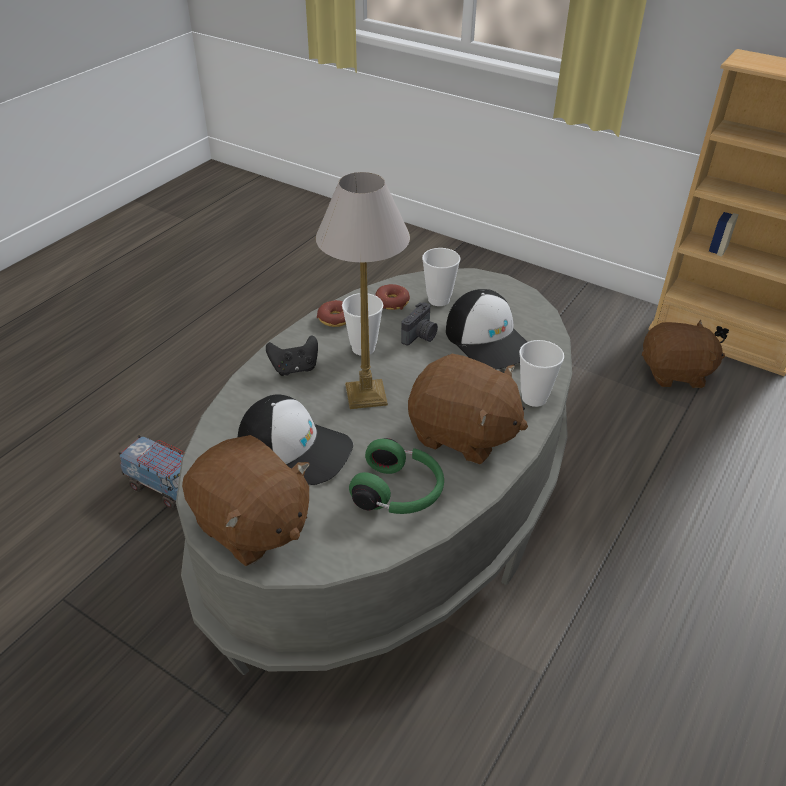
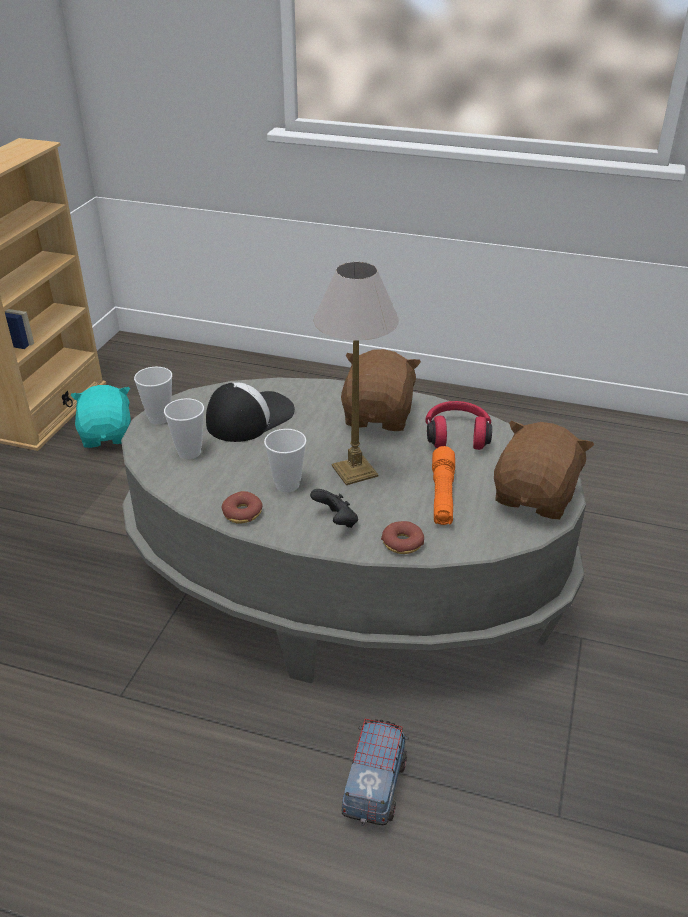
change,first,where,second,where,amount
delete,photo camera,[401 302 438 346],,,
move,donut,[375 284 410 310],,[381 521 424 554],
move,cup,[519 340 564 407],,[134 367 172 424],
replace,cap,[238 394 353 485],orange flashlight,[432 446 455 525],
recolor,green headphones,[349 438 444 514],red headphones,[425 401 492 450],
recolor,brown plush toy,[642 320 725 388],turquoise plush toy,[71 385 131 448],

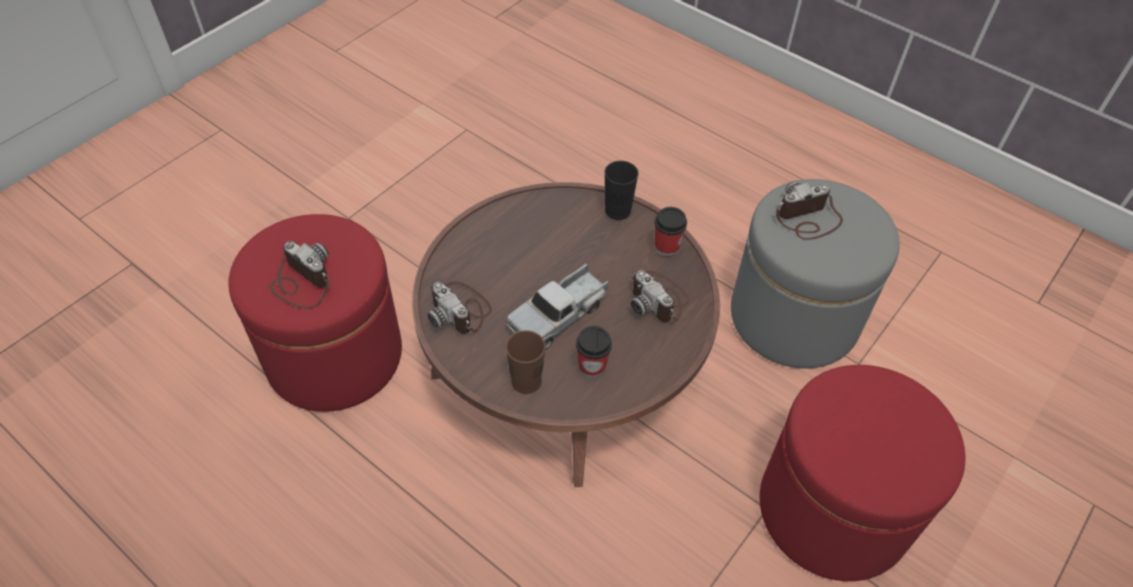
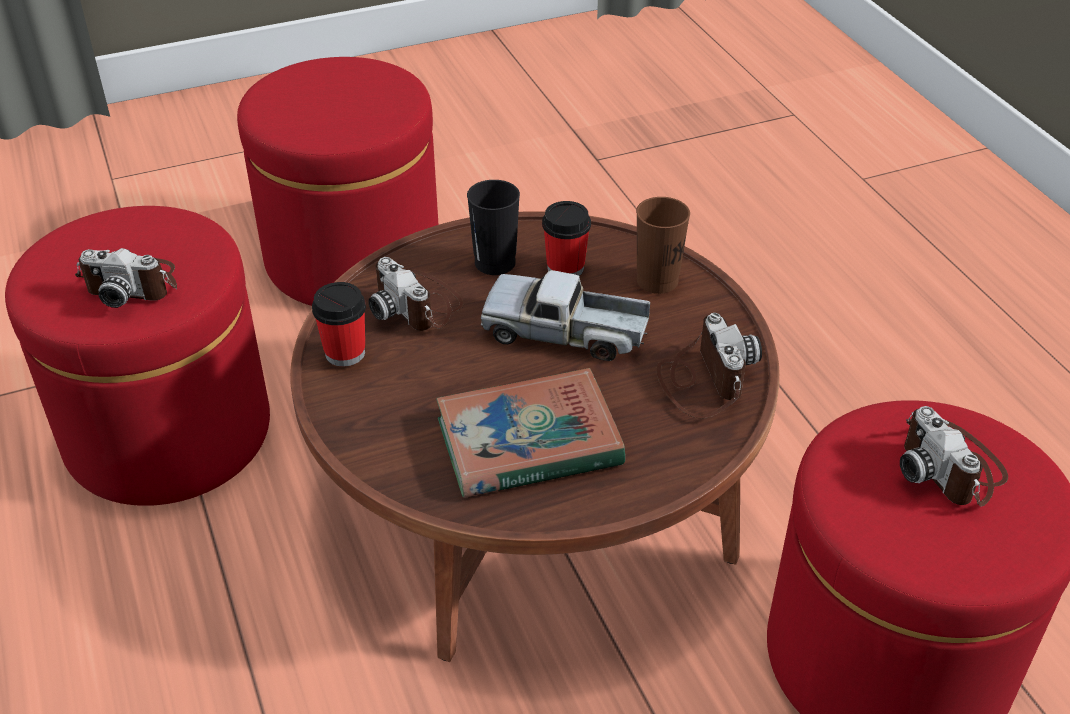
change,first,where,second,where,amount
insert,,,book,[437 368 625 498],
move,black cup,[605 161 639 220],,[467 180 520 275],
recolor,grey ottoman,[731 179 900 368],red ottoman,[5 206 270 506],
rotate,toy truck,[506 263 608 350],,[481 270 650 361],150 degrees counterclockwise
rotate,photo camera,[631 270 689 322],,[368 257 464 331],150 degrees clockwise

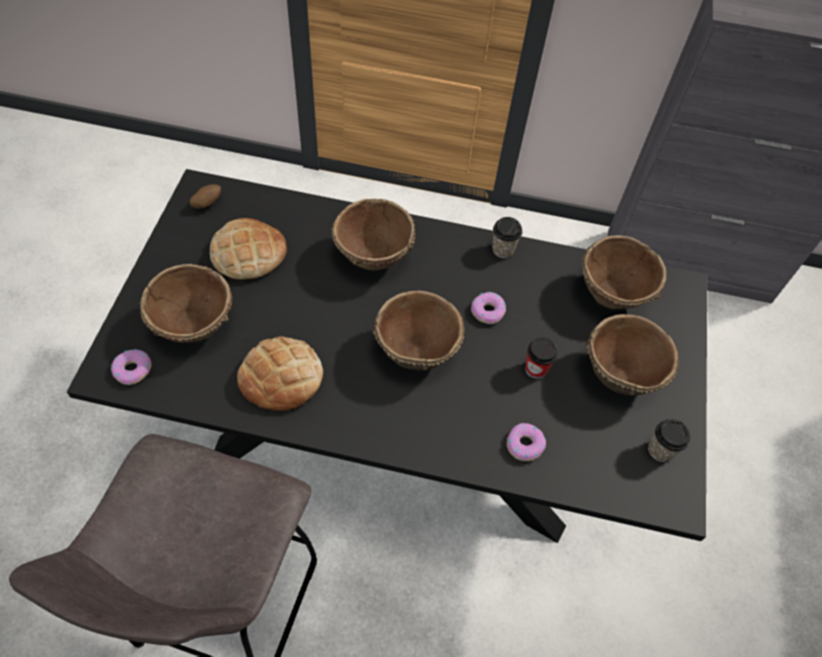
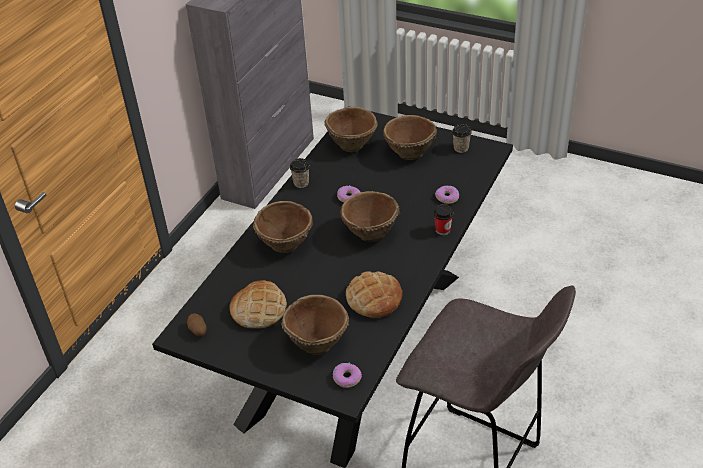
change,first,where,second,where,amount
move,cup,[525 337 558 379],,[434 204 453 235],

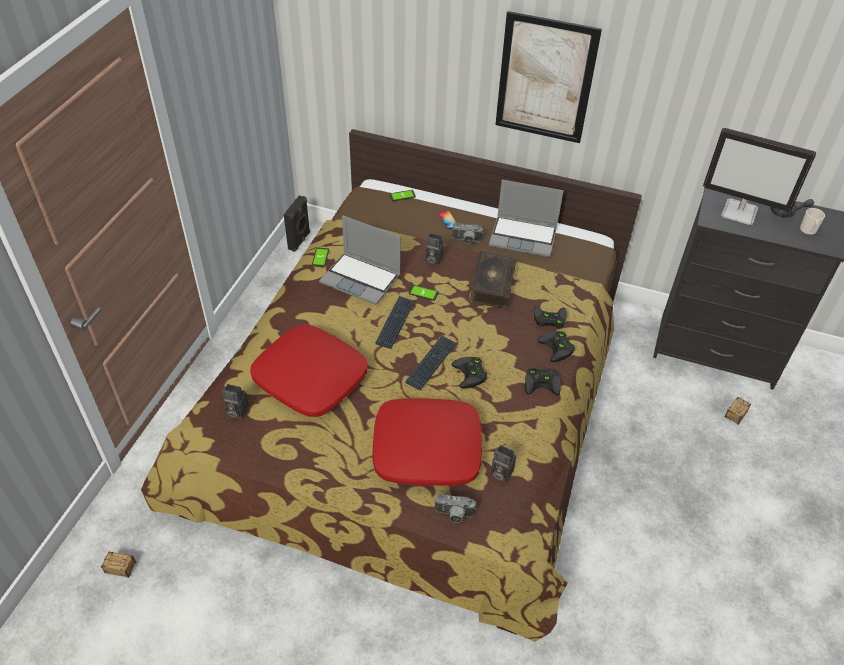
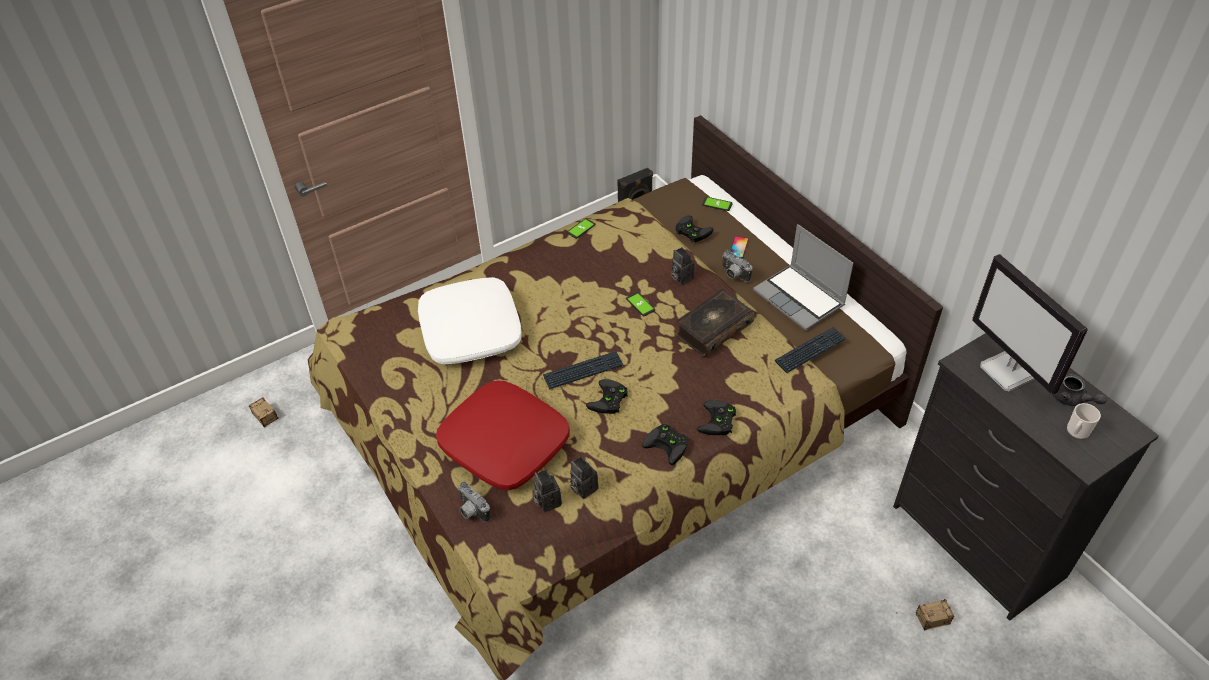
change,first,where,second,where,amount
delete,laptop,[319 215 401 305],,,
delete,picture,[496 11 602 143],,,
move,photo camera,[222 384 249 419],,[570 457 598 499],
move,keyboard,[375 296 415 349],,[775 327 846 373],
move,black game controller,[534 305 567 329],,[676 215 714 243],
recolor,red pillow,[250 325 368 417],white pillow,[418 277 521 364],

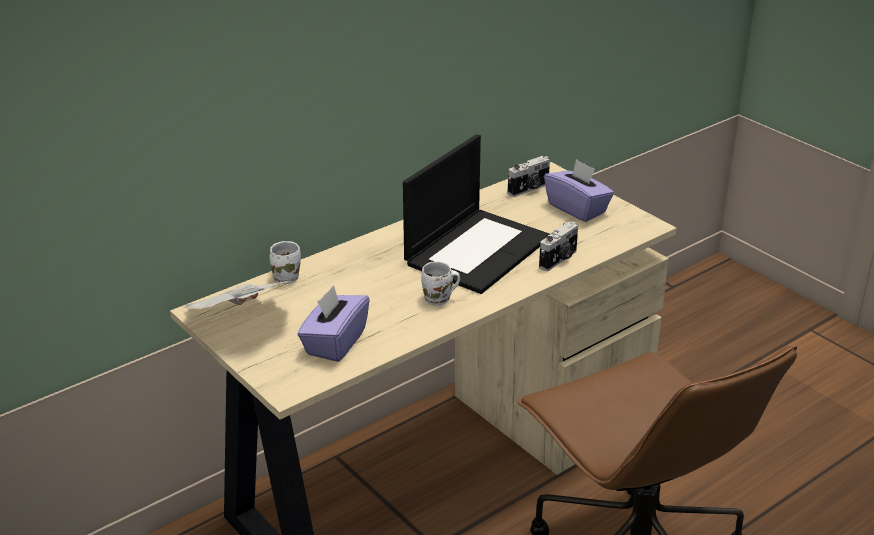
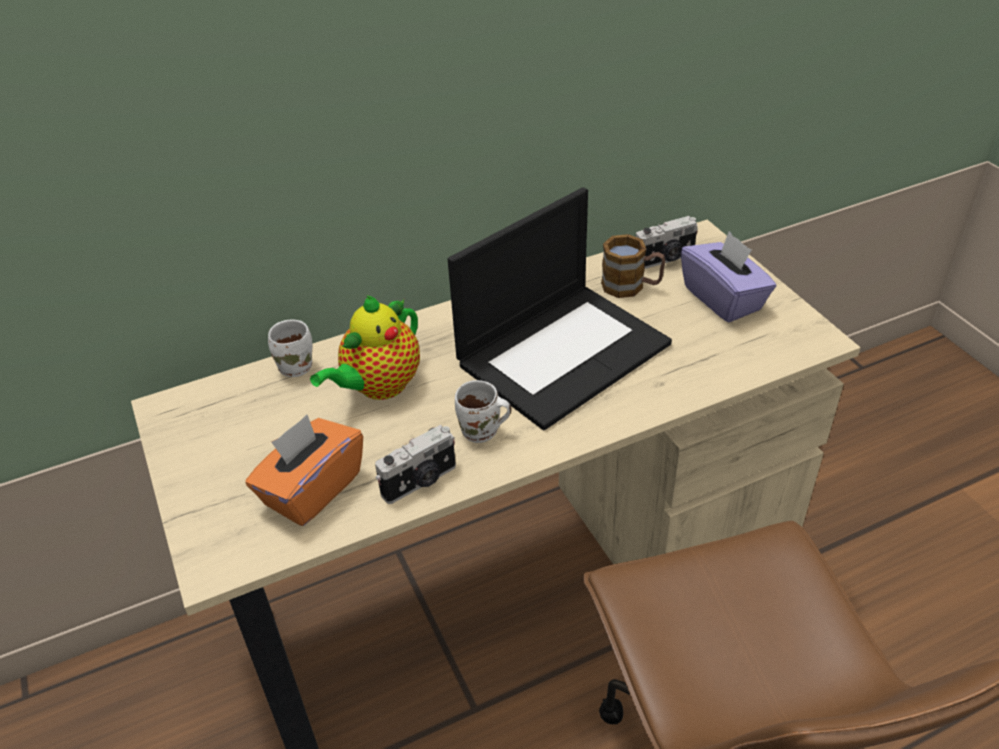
change,first,where,second,where,amount
delete,newspaper,[183 281 293 309],,,
insert,,,teapot,[310 295 420 400],
insert,,,mug,[601 234 665 298],
move,photo camera,[539 221 578 271],,[375 425 456 504],
recolor,purple tissue box,[297 285 370 362],orange tissue box,[245 415 363 526],

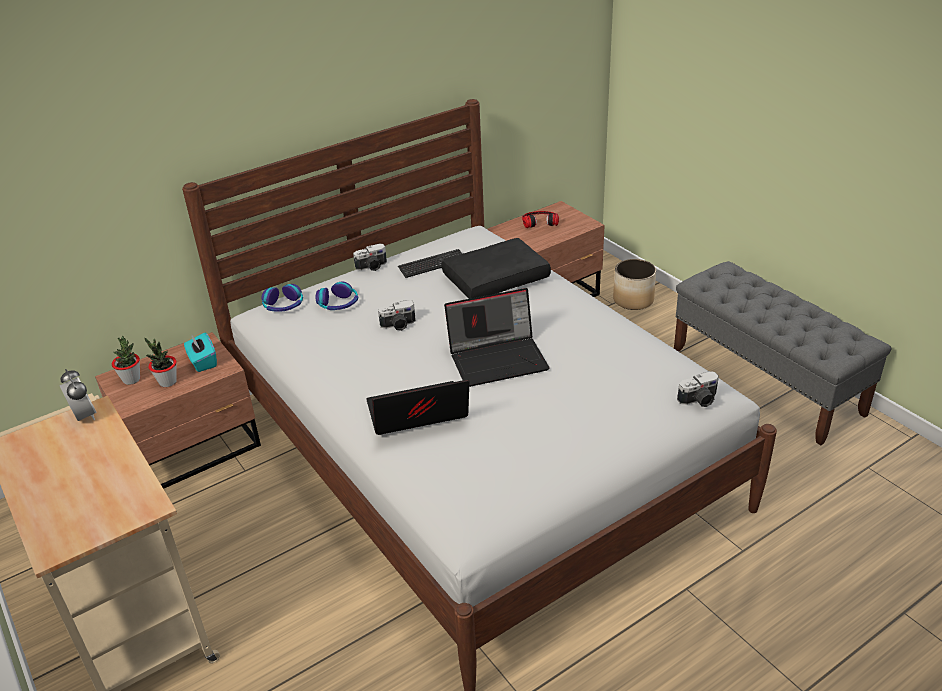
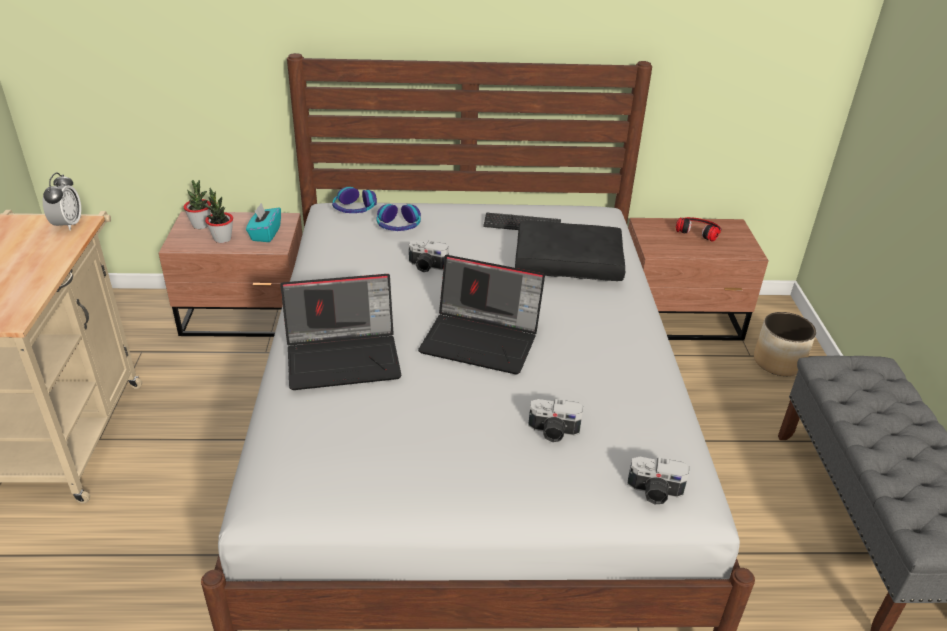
change,first,where,second,where,amount
move,photo camera,[353 244 387 271],,[528 399 583 442],
rotate,laptop,[366 379 470 435],,[280 274 401 390],150 degrees clockwise

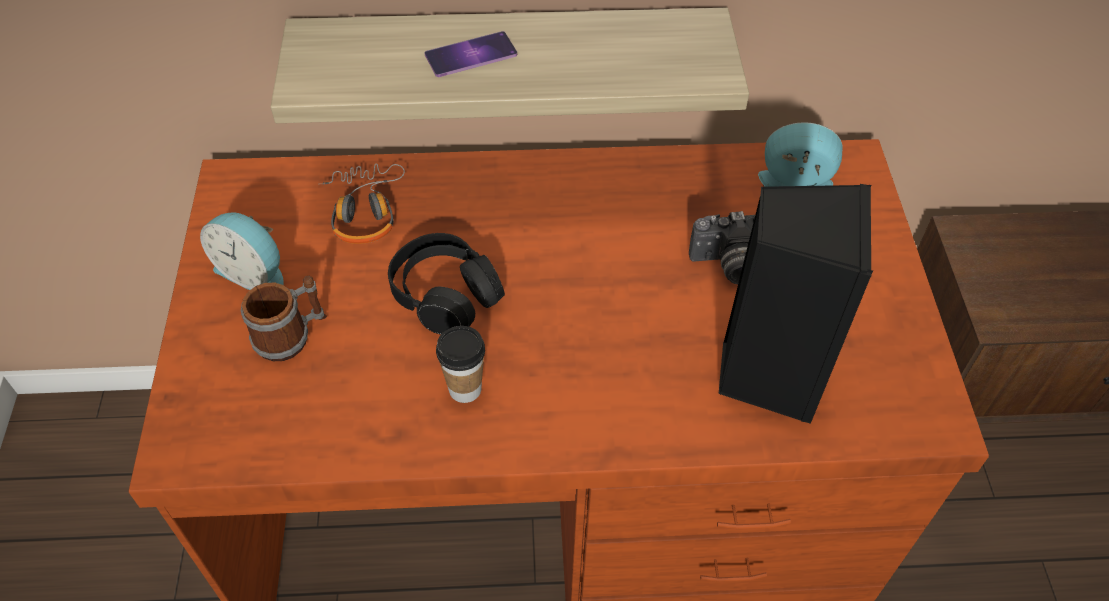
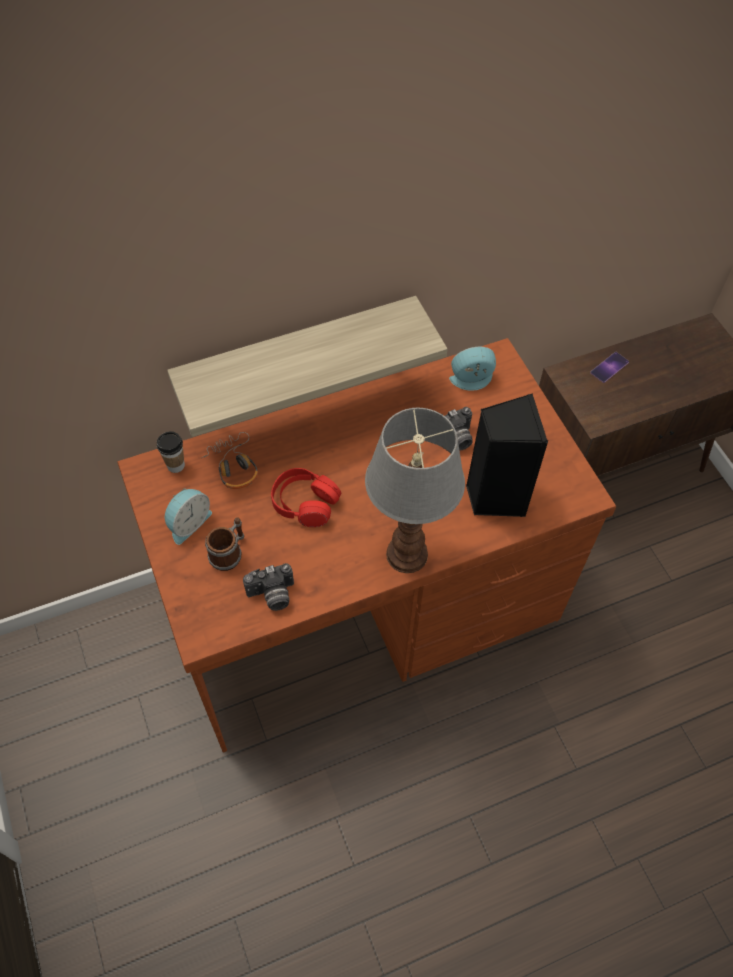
change,first,where,second,where,amount
insert,,,photo camera,[243 563 294 611],
insert,,,table lamp,[365 408 465 573],
move,phone,[425 31 517 77],,[590 352 629 383],
move,cup,[436 326 485 403],,[157 431 185 473],
recolor,black headphones,[388 233 505 335],red headphones,[271 468 341 527],
rotate,alarm clock,[200 212 284 290],,[165 488 212 545],60 degrees counterclockwise

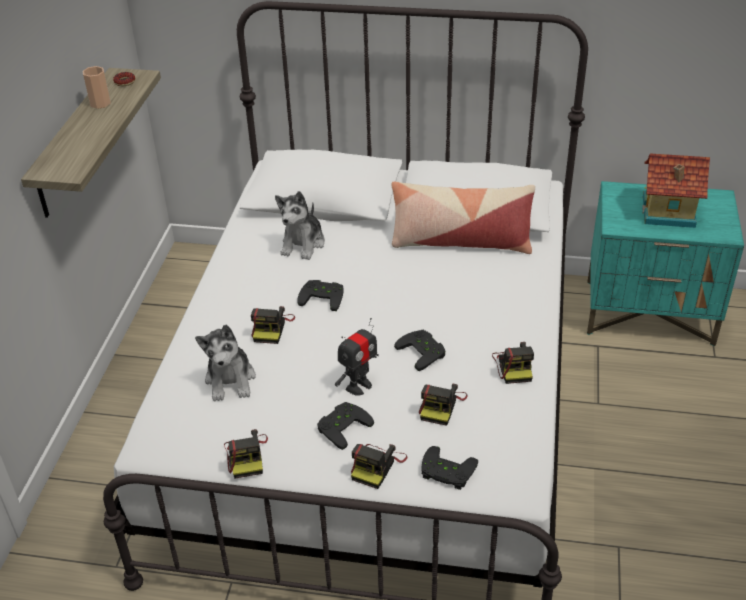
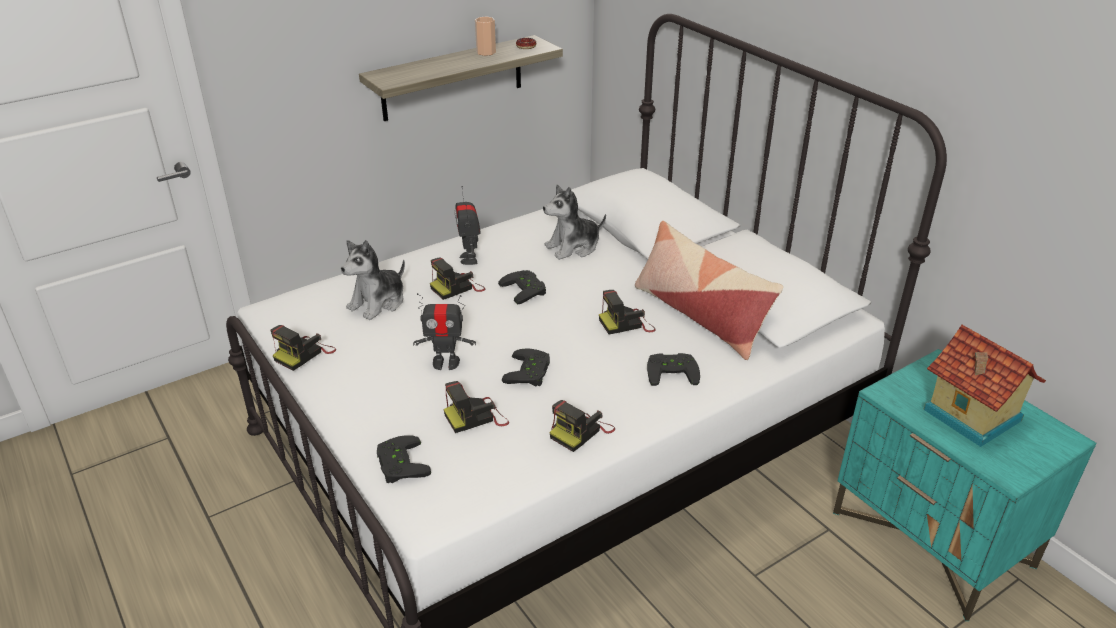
change,first,where,second,where,amount
insert,,,toy robot,[455 186 481 265],
move,black game controller,[317 402 374 450],,[647 353 700 386],
move,photo camera,[351 444 407 489],,[599 290 656 334],

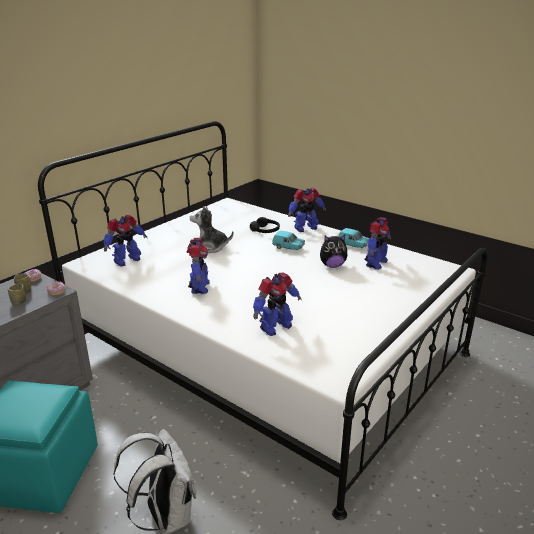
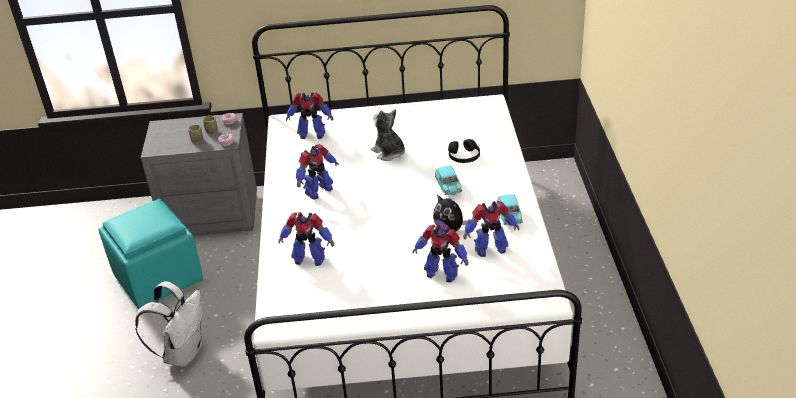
change,first,where,second,where,amount
move,toy robot,[288 188 326 232],,[413 225 468 282],

